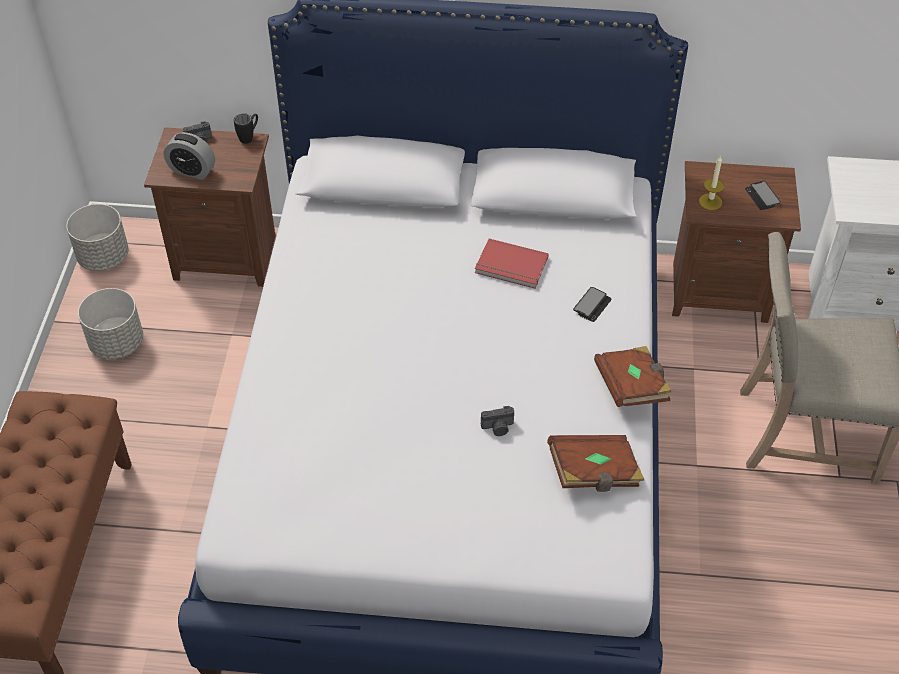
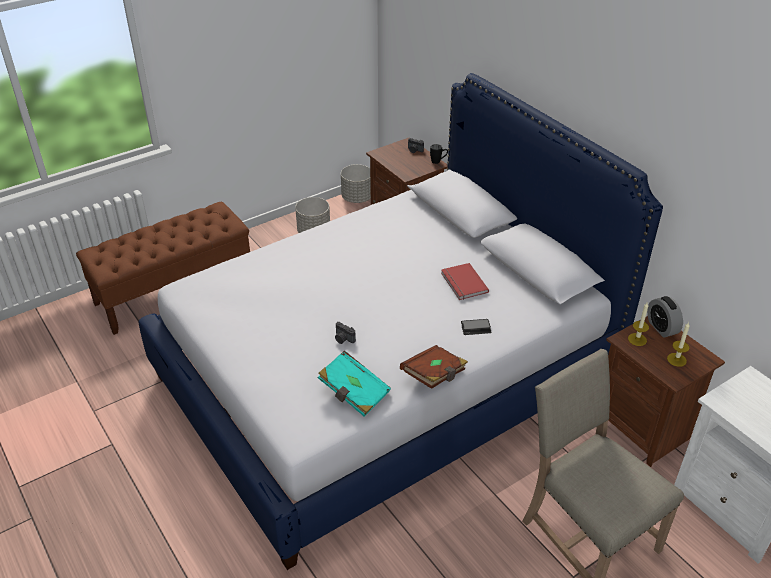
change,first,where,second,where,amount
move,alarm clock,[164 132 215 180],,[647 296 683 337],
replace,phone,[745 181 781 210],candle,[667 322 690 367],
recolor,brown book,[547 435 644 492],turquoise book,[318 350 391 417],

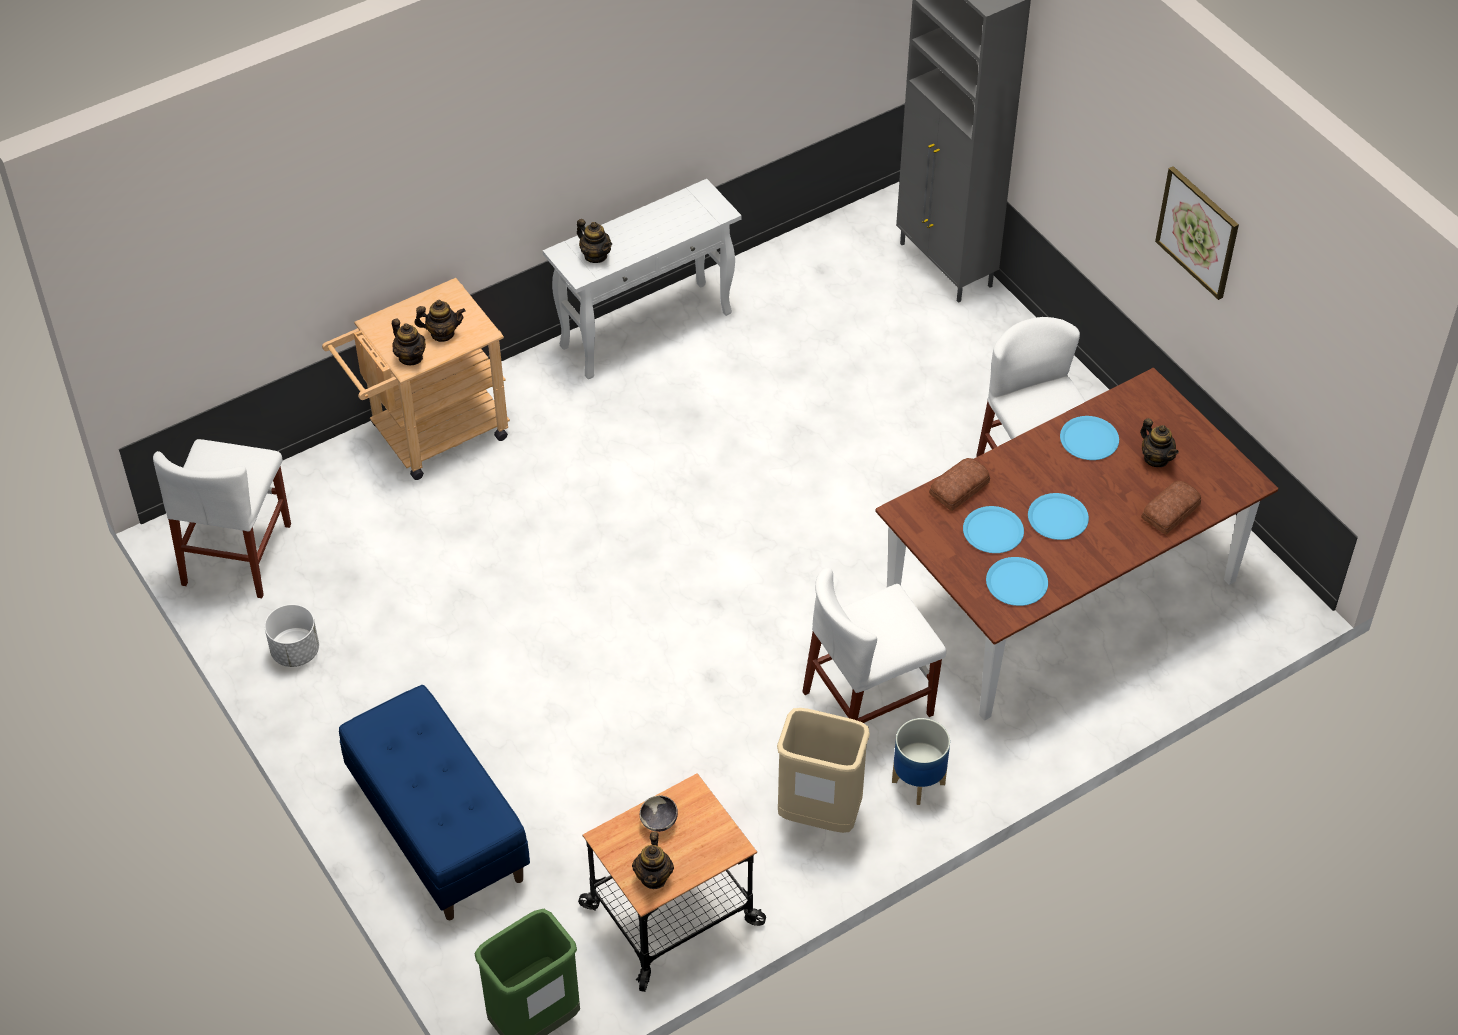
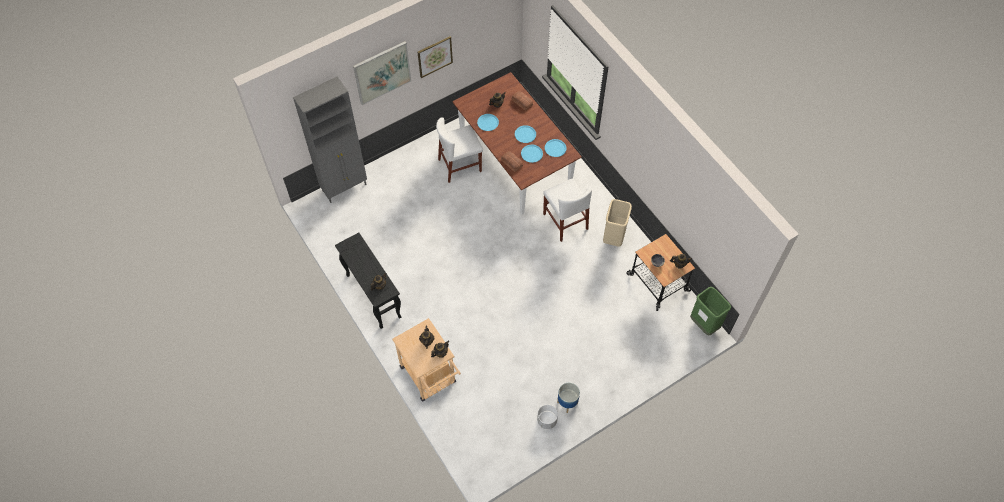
change,first,where,second,where,amount
delete,white chair,[153 439 291 598],,,
delete,blue bench,[339 685 530 920],,,
insert,,,picture,[353 41 411 105],
move,planter,[892 718 950 805],,[557 383 580 413],
recolor,white console table,[543 179 741 379],black console table,[335 233 401 329],

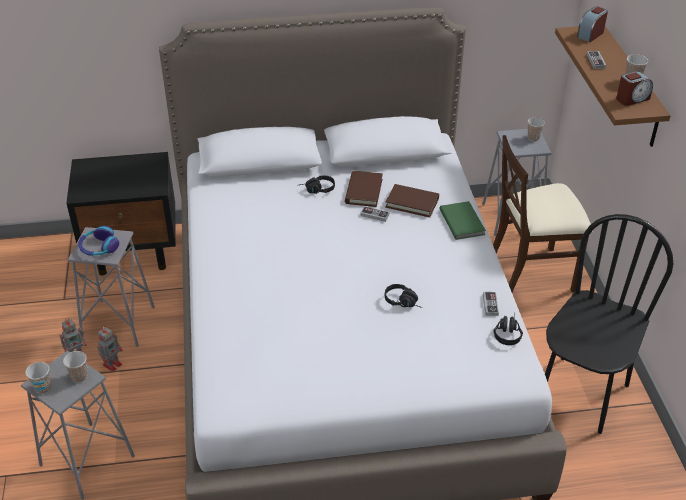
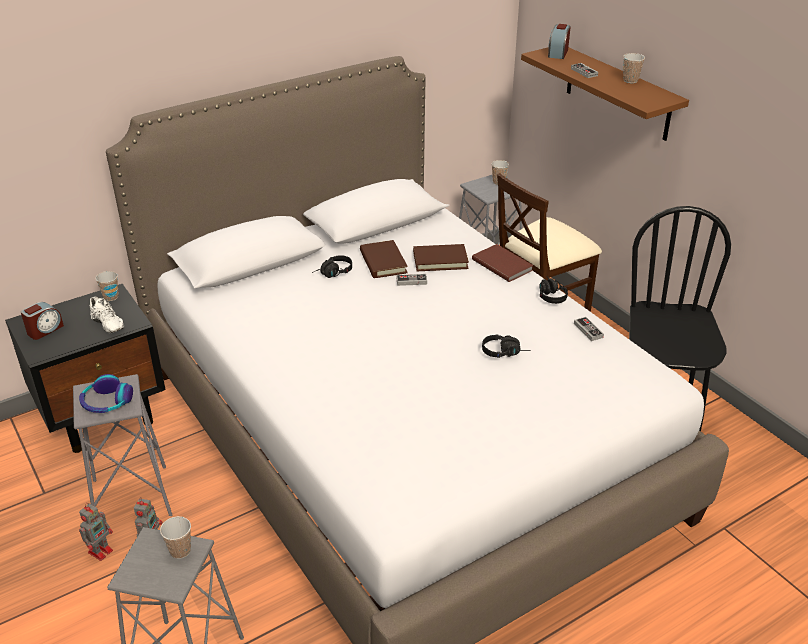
change,first,where,second,where,amount
insert,,,white shoe,[90 296 124 333],
move,cup,[25 362 51 394],,[95 271 119 301],
move,black headphones,[494 312 523 345],,[539 276 568 304],
move,alarm clock,[616 71 653 106],,[21 302 64 340],
recolor,green book,[439 201 486 240],brown book,[472 244 534 282],

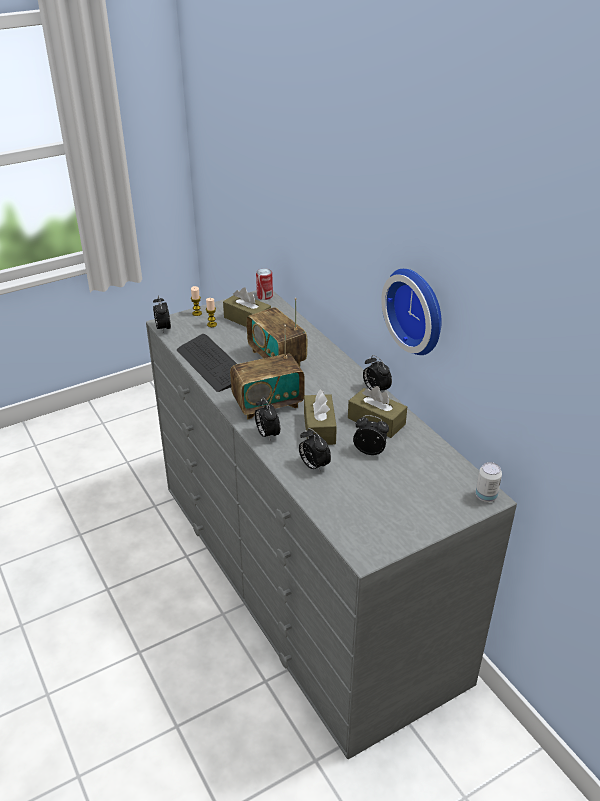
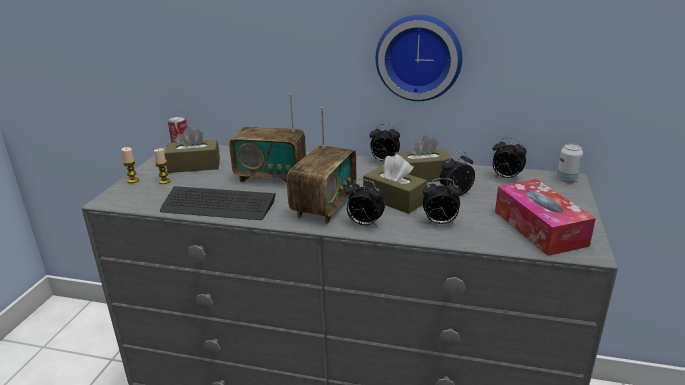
change,first,where,second,where,amount
insert,,,tissue box,[495 179 596 256],
move,alarm clock,[153 295 171 334],,[493 137 527 180],

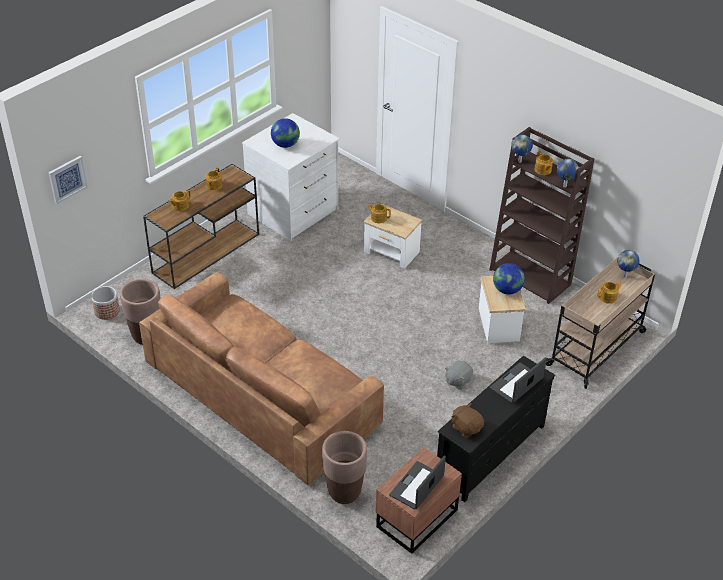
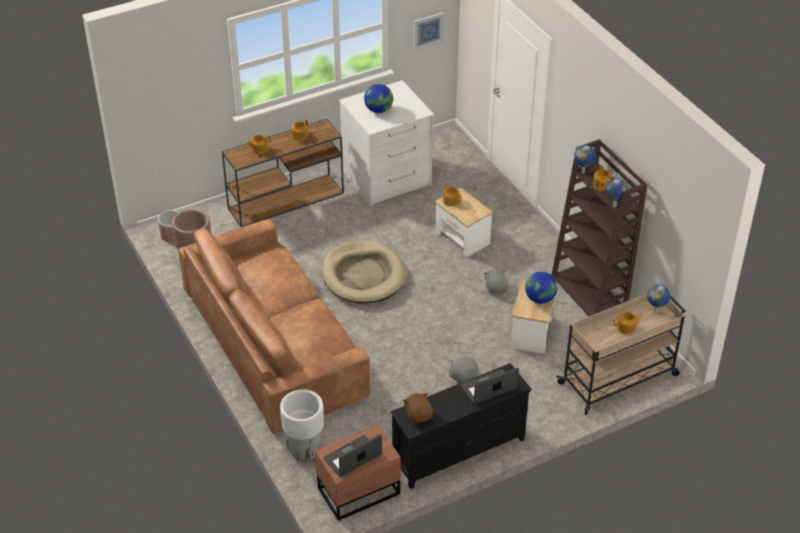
change,first,where,second,where,amount
insert,,,beige dog bed,[322 241 406 303],
insert,,,grey plush toy,[484 269 508 294],
move,picture,[48 156 88 204],,[413 12 444 50],
recolor,brown planter,[322 431 367 504],white planter,[280 389 324 461],

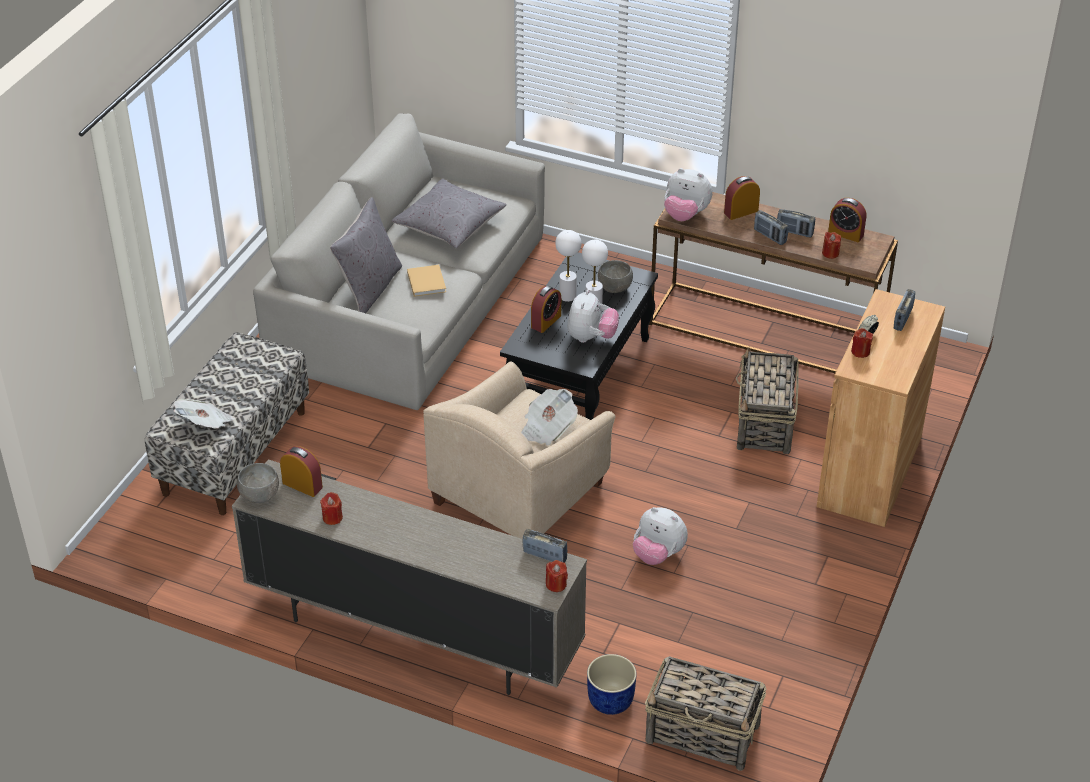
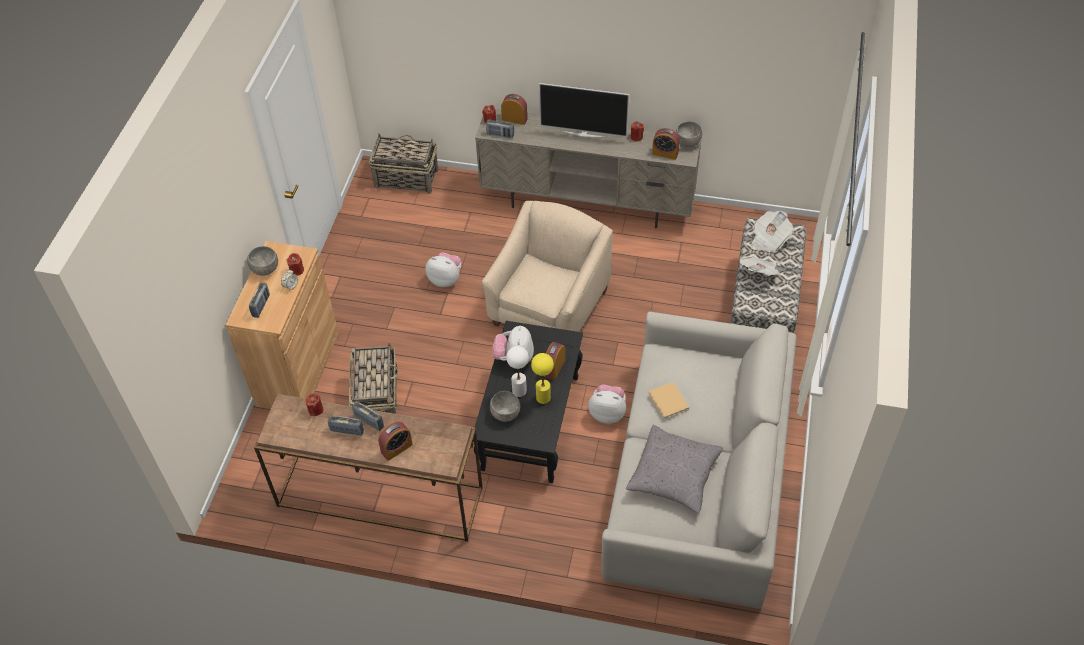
change,first,where,second,where,amount
delete,grey pillow,[330 197 402 313],,,
delete,blue planter,[587 654 637 715],,,
insert,,,grey bowl,[247 246 278 276],
insert,,,television,[539 83 629 138],
move,newspaper,[521 389 578 446],,[739 256 778 276],
move,plush toy,[664 168 712 221],,[588 384 626 424],
move,alarm clock,[828 198 866 242],,[501 94 528 125],
recolor,white table lamp,[555 230 581 302],yellow table lamp,[531 353 554 404],

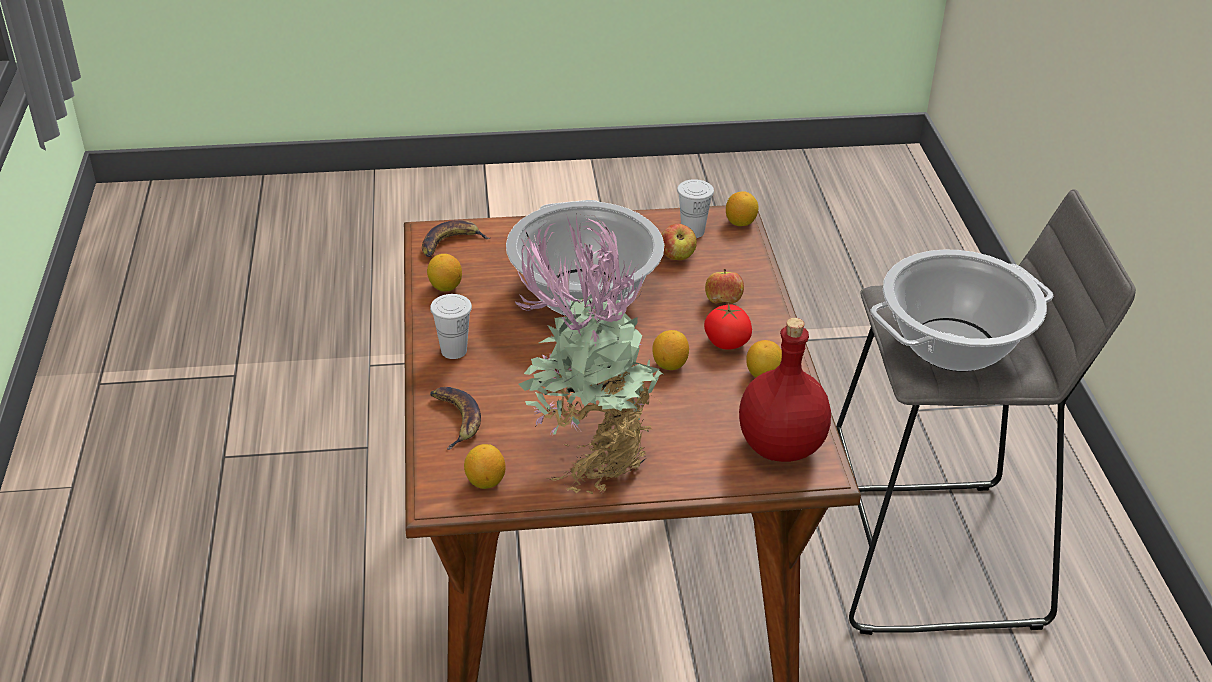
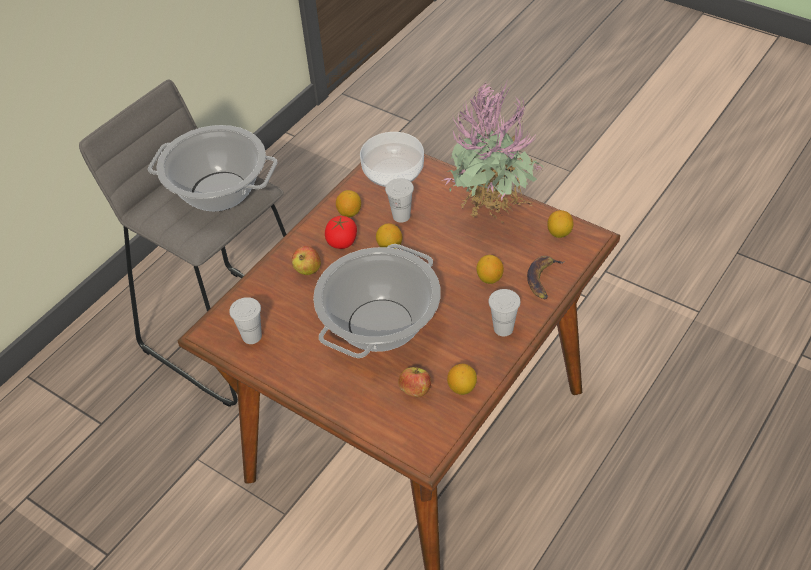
change,first,where,second,where,amount
delete,banana,[422 220 490 257],,,
insert,,,white cup,[385 178 414 223],
move,apple,[661 224 697 260],,[398 367 431 397],
move,lemon,[726 191 759 226],,[476 255 504 284],
replace,red bottle,[739 318 831 462],bowl,[360 132 424 187],

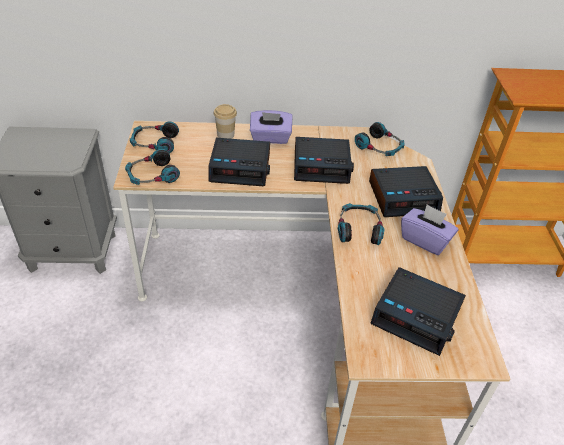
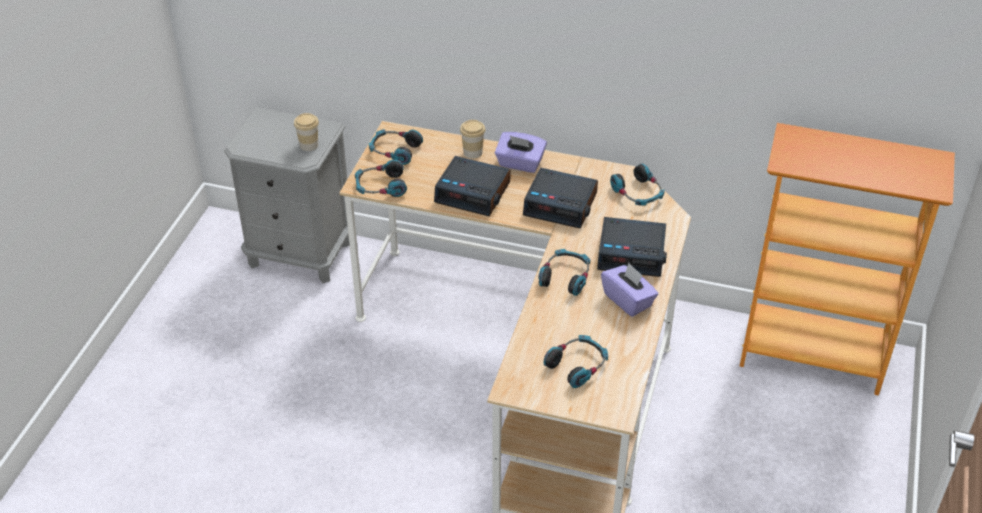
change,first,where,second,where,amount
insert,,,cup,[294 113 319 151],
replace,alarm clock,[370 267 466 356],headphones,[544 335 608 388],

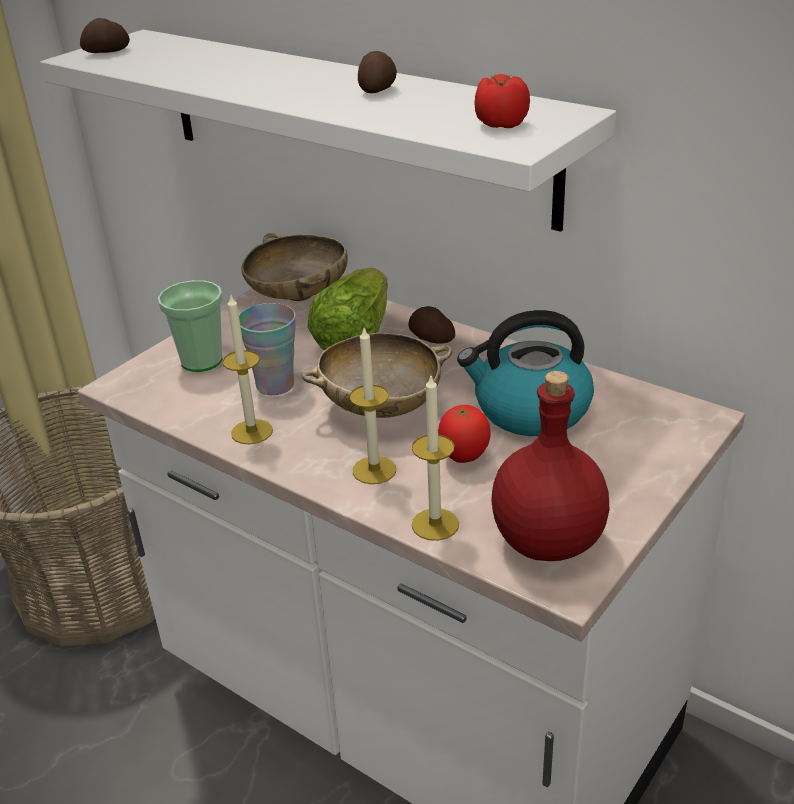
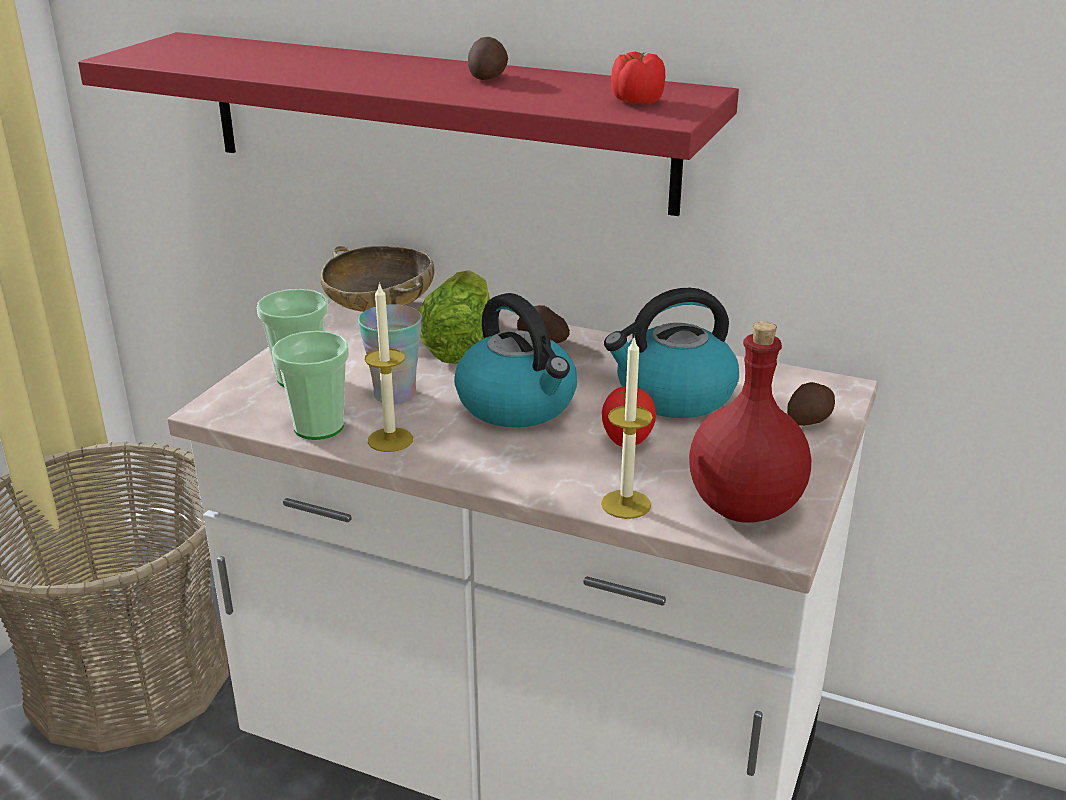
change,first,where,second,where,amount
delete,candle,[350 328 396 484],,,
insert,,,cup,[272 331 349 440],
move,potato,[80 18 130 53],,[787 382 835 426],
replace,beige bowl,[301 333 453 418],kettle,[454 293 577 427],
recolor,white shelf,[40 30 616 232],red shelf,[78 32 739 216],

